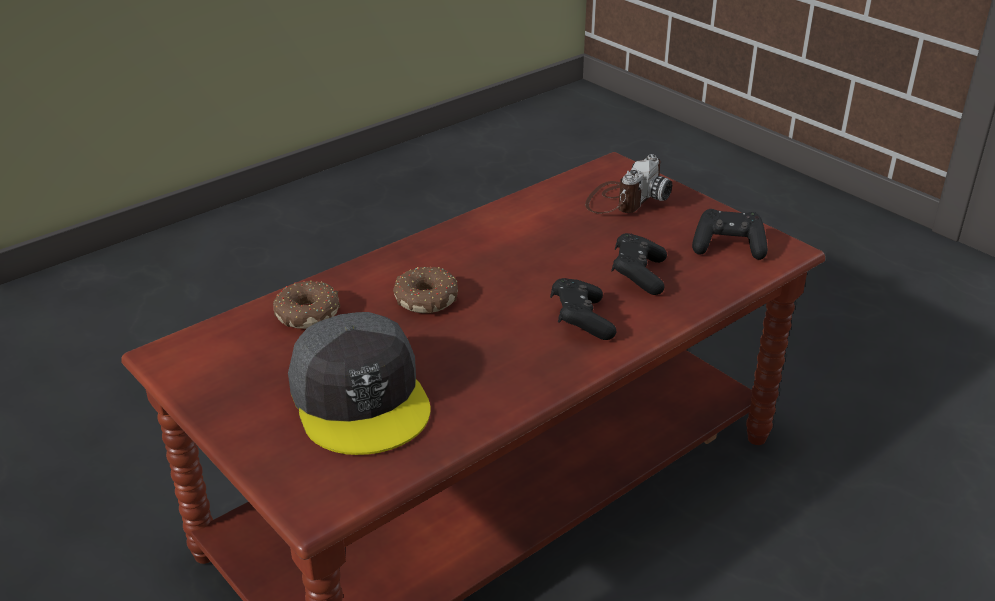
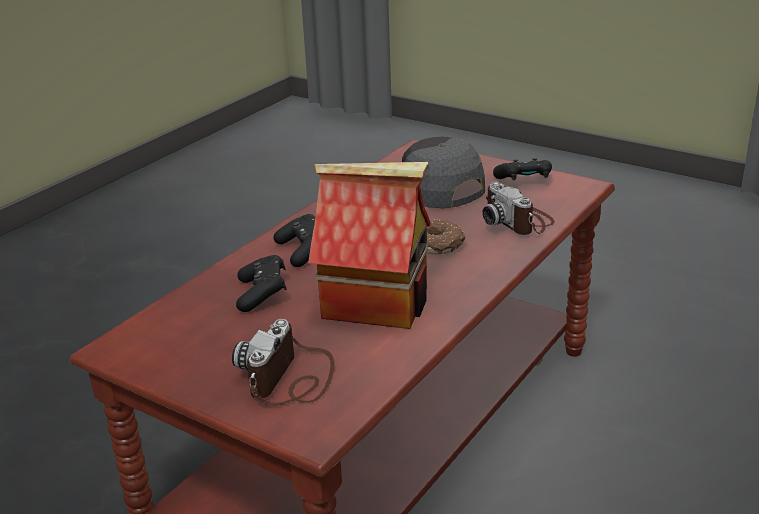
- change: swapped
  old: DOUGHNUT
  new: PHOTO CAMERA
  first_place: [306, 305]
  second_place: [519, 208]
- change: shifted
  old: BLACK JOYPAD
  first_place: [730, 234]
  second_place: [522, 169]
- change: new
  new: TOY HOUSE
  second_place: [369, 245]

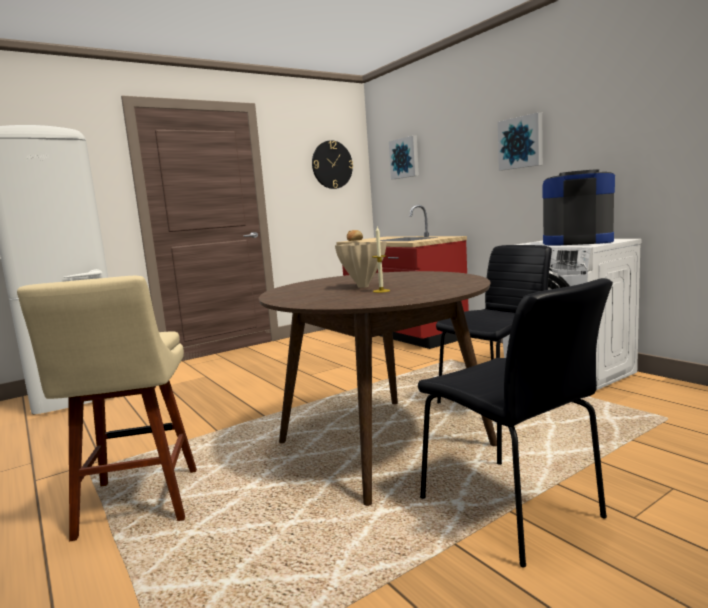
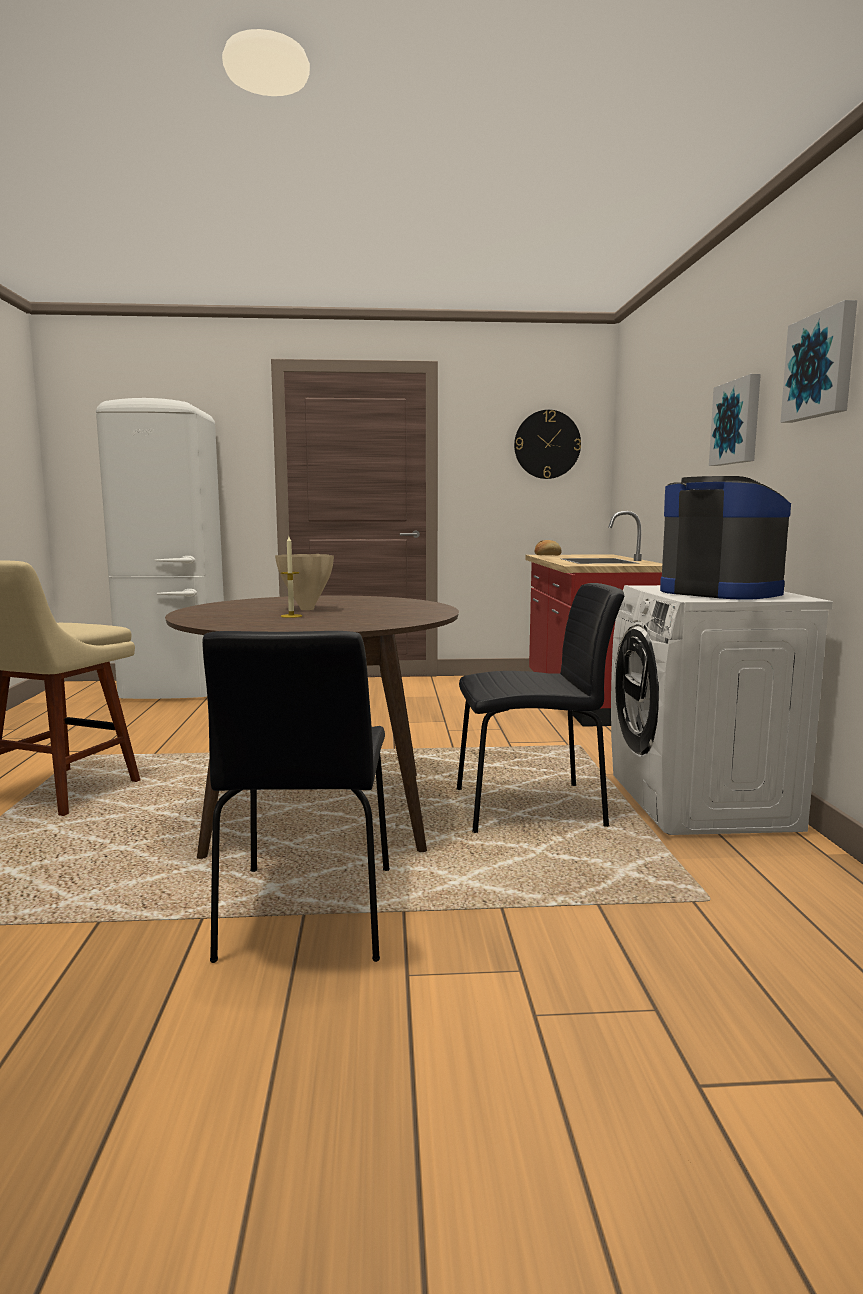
- change: shifted
  old: PICTURE
  first_place: [404, 157]
  second_place: [818, 361]

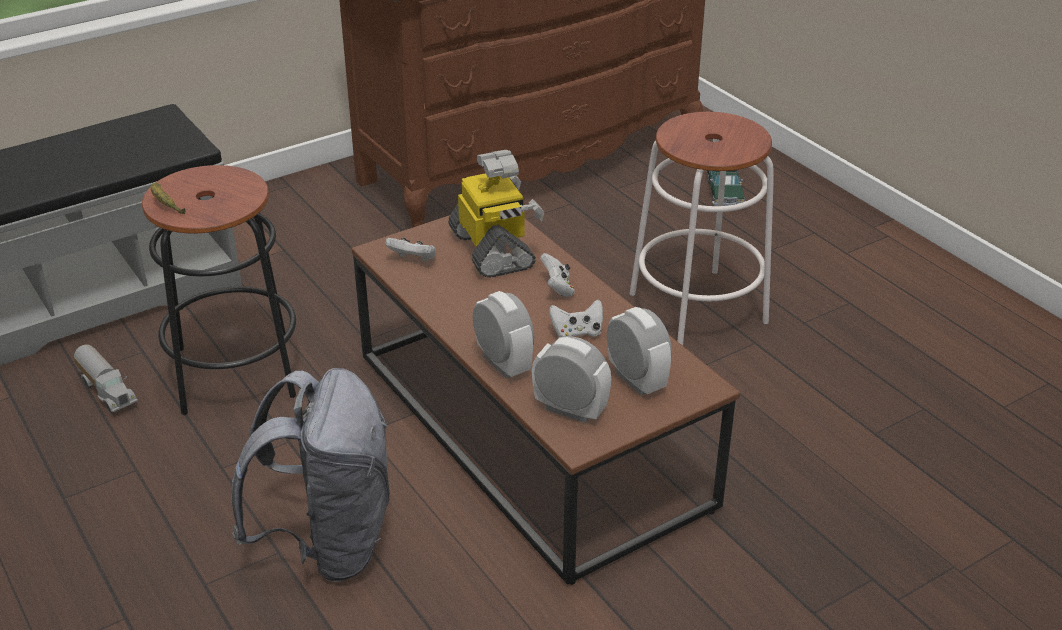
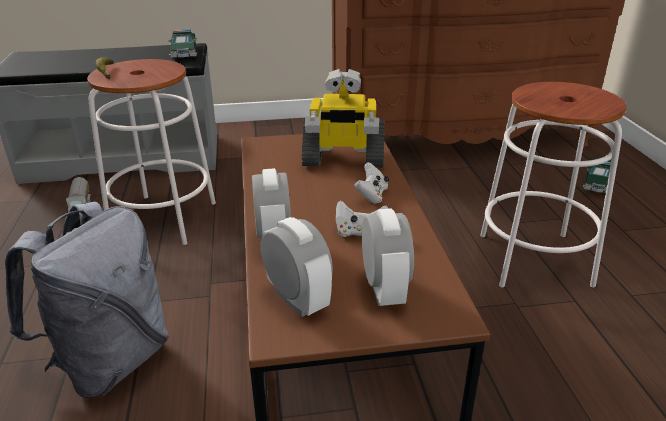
- change: repainted
  old: BLACK STOOL
  new: WHITE STOOL
  first_place: [219, 290]
  second_place: [151, 152]
- change: gone
  old: WHITE JOYPAD
  first_place: [410, 250]
- change: rotated
  old: ROBOT FIGURE
  first_place: [496, 214]
  second_place: [343, 118]
  degrees: 90
- change: new
  new: TOY CAR
  second_place: [183, 44]

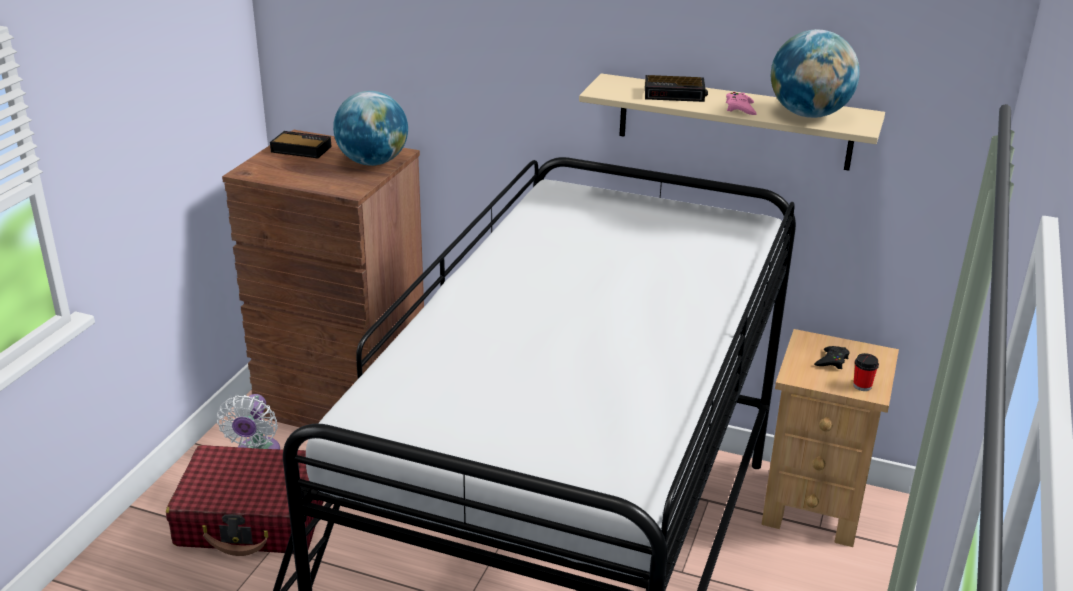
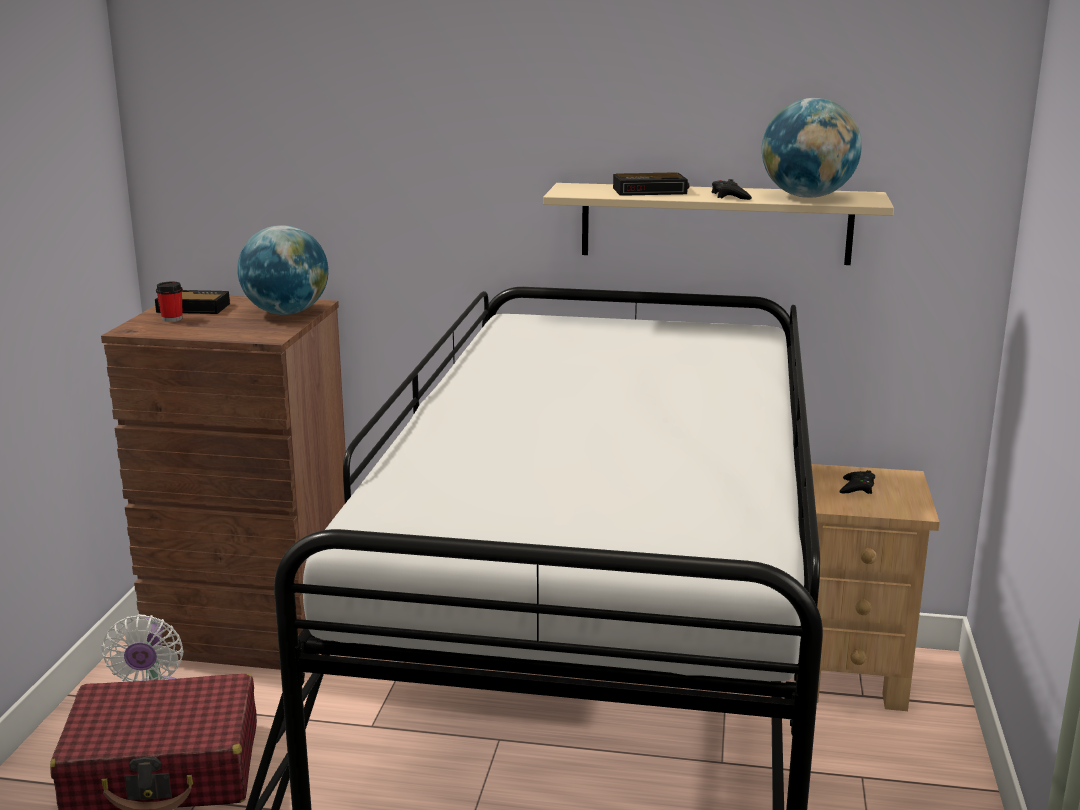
- change: repainted
  old: PINK JOYPAD
  new: BLACK JOYPAD
  first_place: [741, 103]
  second_place: [731, 189]
- change: shifted
  old: DRINKING CUP
  first_place: [866, 372]
  second_place: [169, 302]

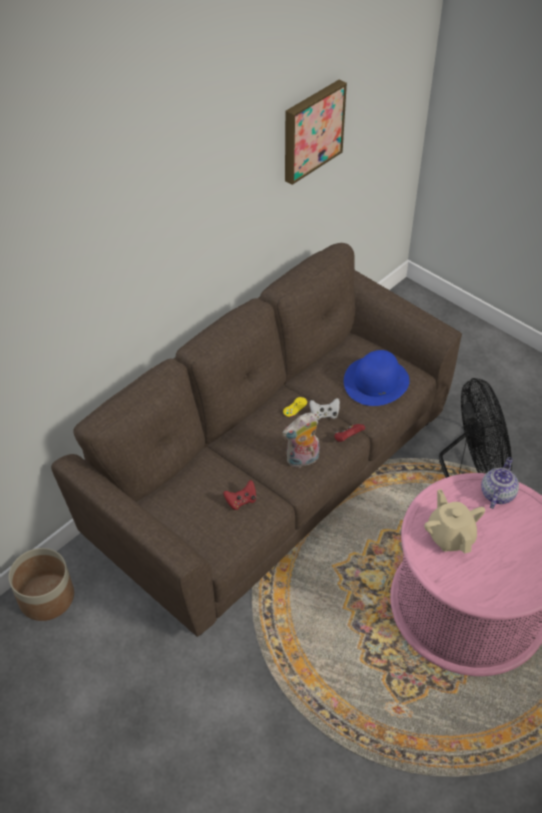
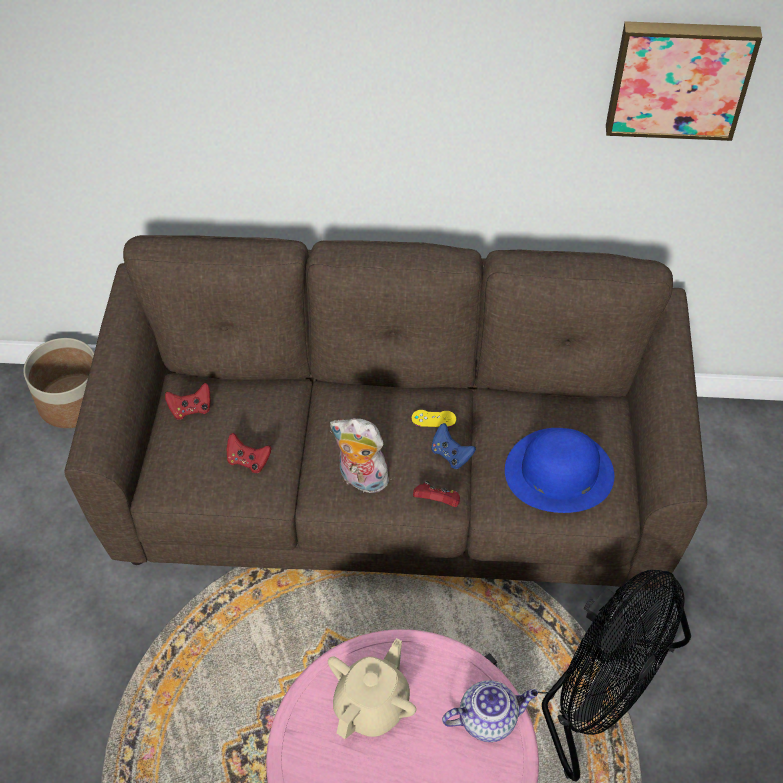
- change: repainted
  old: WHITE JOYPAD
  new: BLUE JOYPAD
  first_place: [325, 409]
  second_place: [453, 446]
- change: new
  new: RED-COLOURED JOYPAD
  second_place: [188, 401]

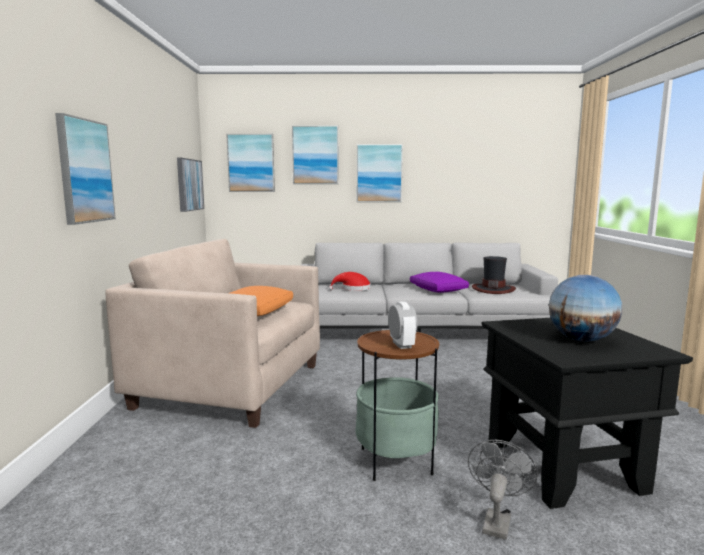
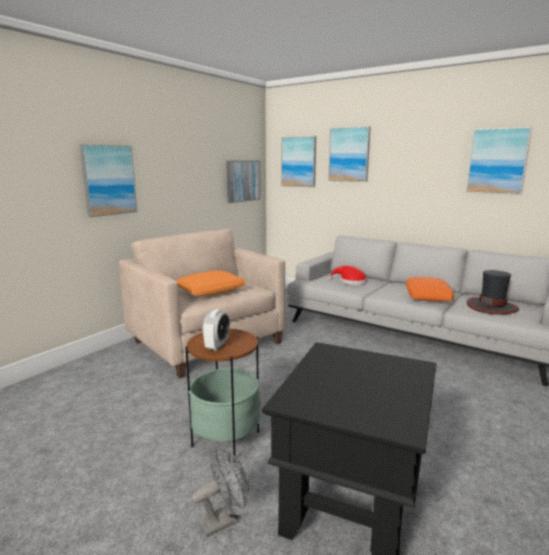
- change: shifted
  old: PICTURE
  first_place: [380, 173]
  second_place: [499, 161]
- change: repainted
  old: PURPLE CUSHION
  new: ORANGE-COLOURED CUSHION
  first_place: [439, 282]
  second_place: [430, 289]
- change: gone
  old: GLOBE
  first_place: [586, 308]

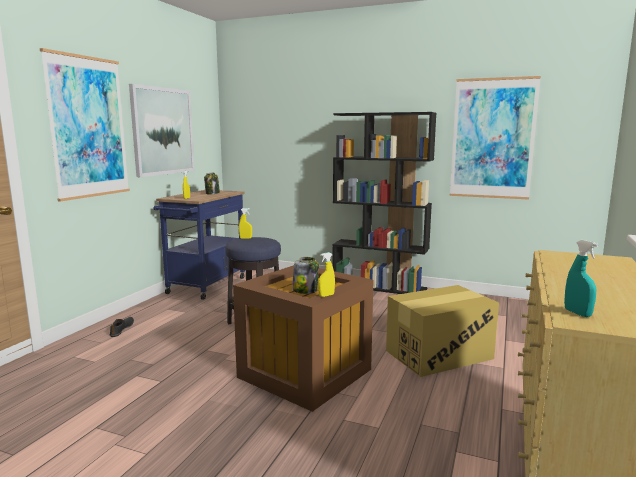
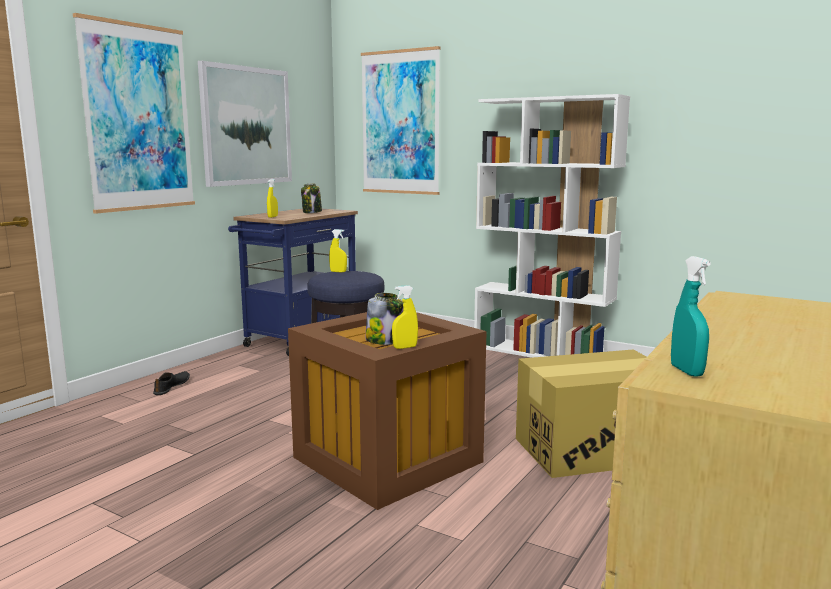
- change: repainted
  old: BLACK BOOKCASE
  new: WHITE BOOKCASE
  first_place: [384, 203]
  second_place: [552, 226]
- change: shifted
  old: PICTURE
  first_place: [495, 138]
  second_place: [401, 120]

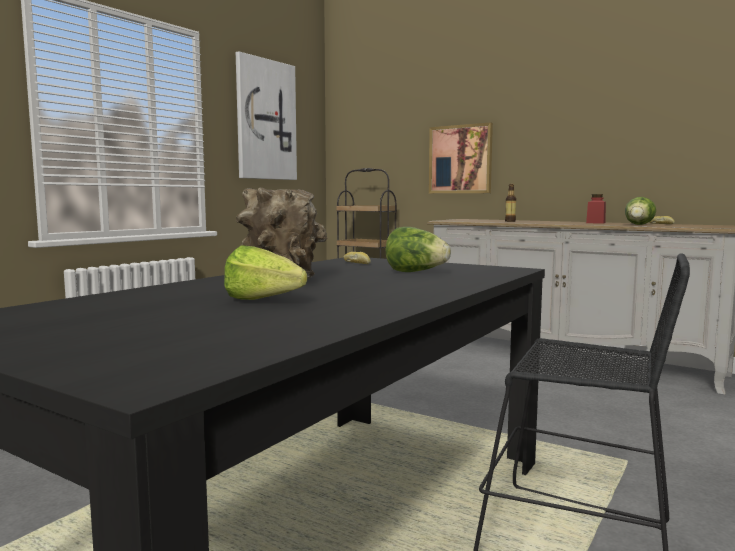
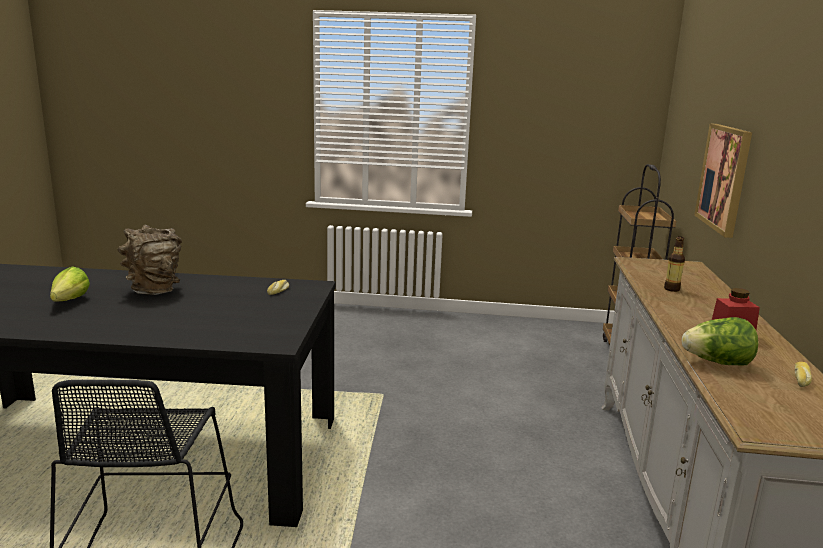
- change: gone
  old: PICTURE
  first_place: [266, 115]
- change: gone
  old: HEAD OF LETTUCE
  first_place: [418, 249]

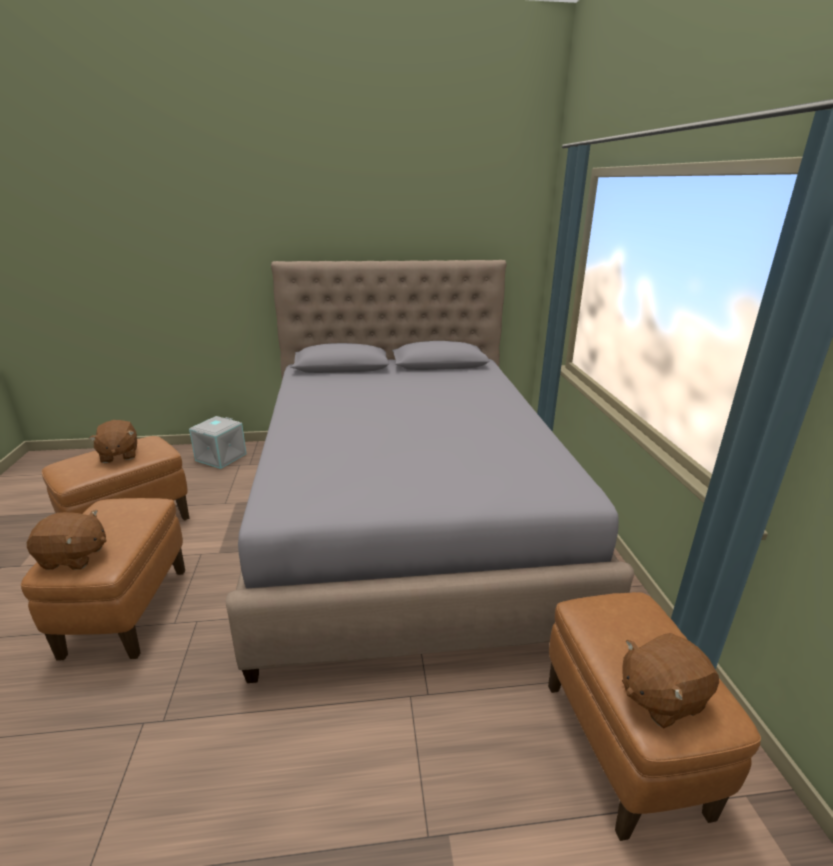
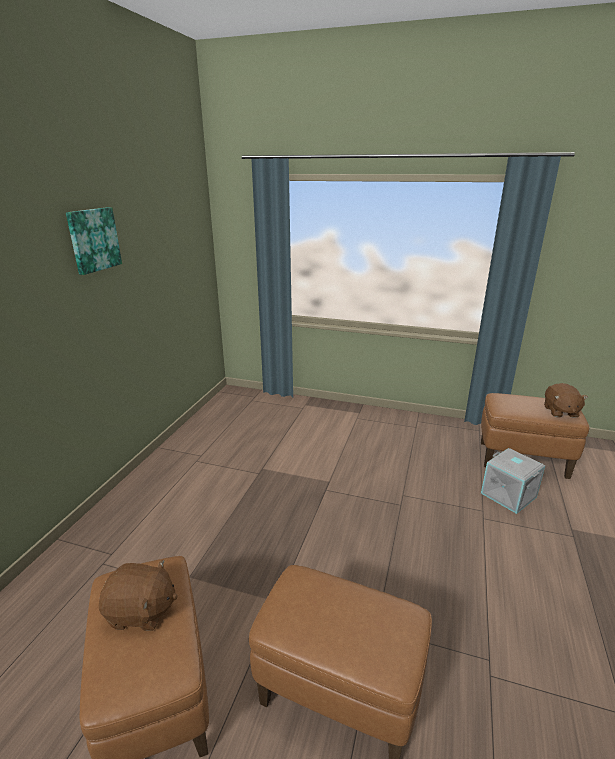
- change: gone
  old: BROWNISH SOFT TOY
  first_place: [67, 540]
- change: shifted
  old: GREY STORAGE CONTAINER
  first_place: [218, 442]
  second_place: [513, 481]
- change: gone
  old: GREY BEDROOM BED
  first_place: [429, 471]
- change: new
  new: PICTURE
  second_place: [94, 241]

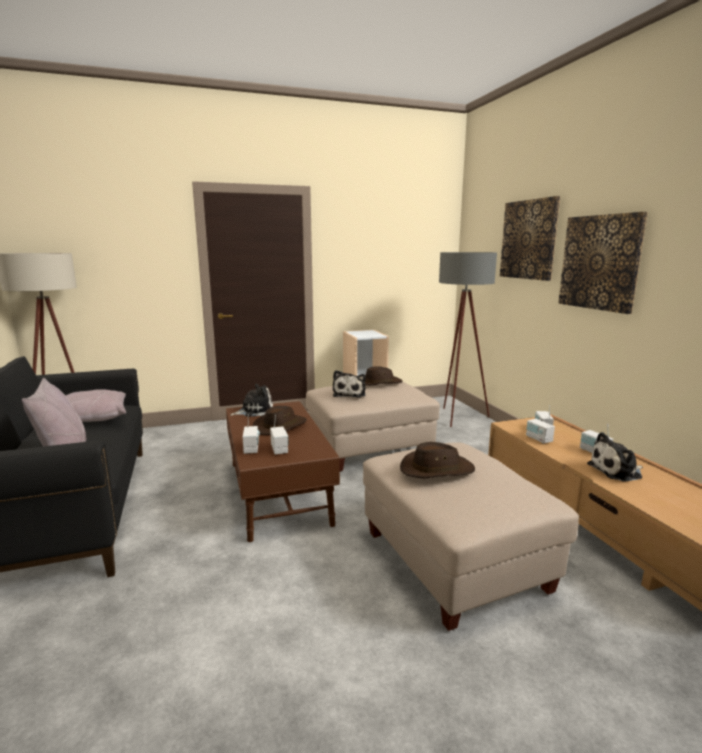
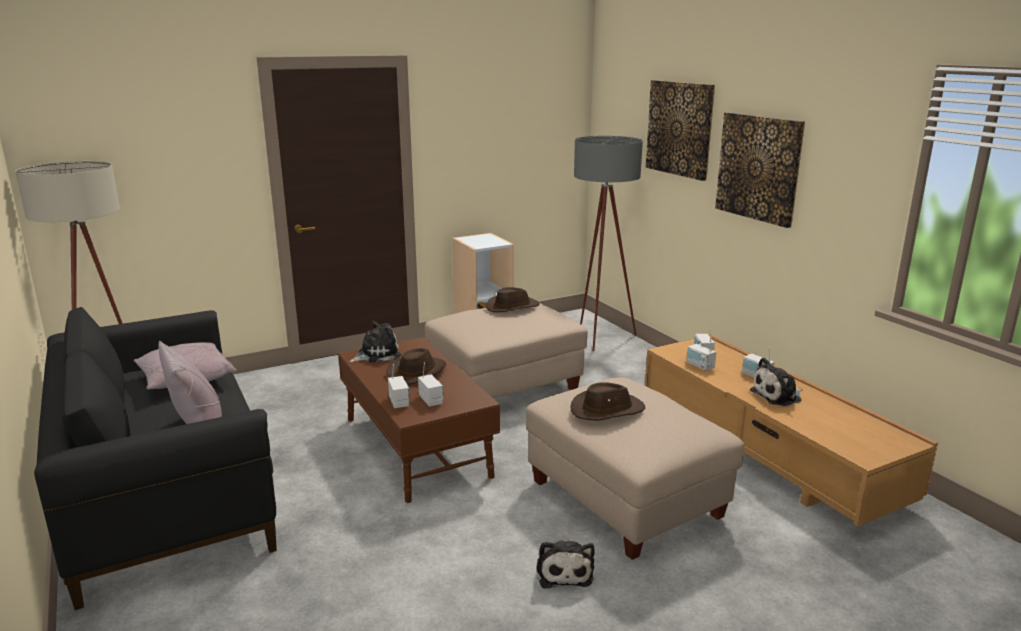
- change: shifted
  old: SOFT TOY
  first_place: [349, 384]
  second_place: [565, 564]

